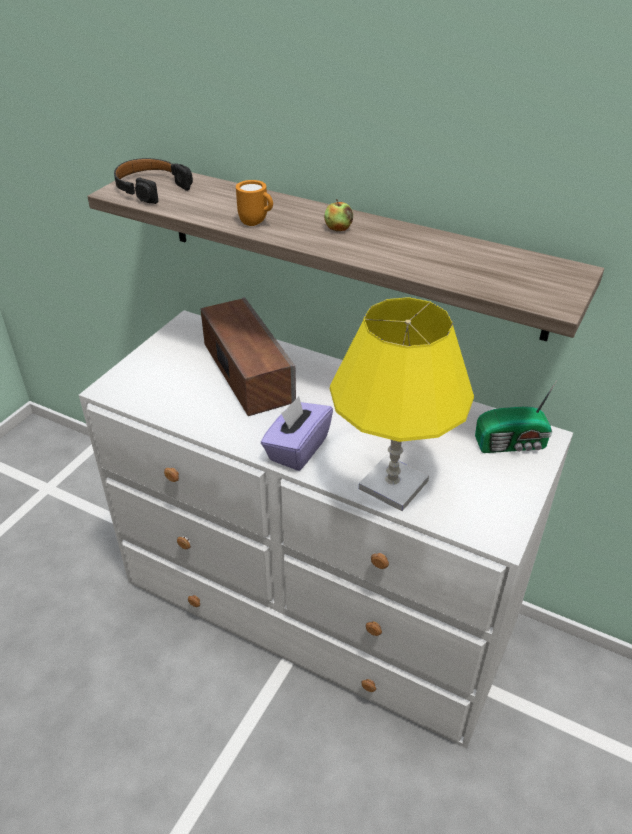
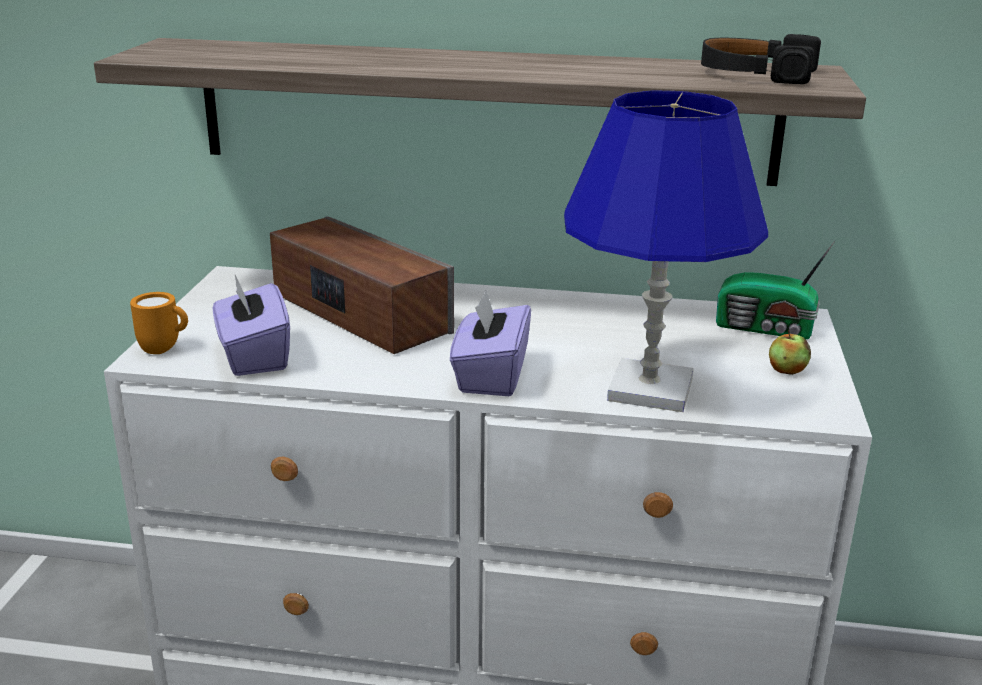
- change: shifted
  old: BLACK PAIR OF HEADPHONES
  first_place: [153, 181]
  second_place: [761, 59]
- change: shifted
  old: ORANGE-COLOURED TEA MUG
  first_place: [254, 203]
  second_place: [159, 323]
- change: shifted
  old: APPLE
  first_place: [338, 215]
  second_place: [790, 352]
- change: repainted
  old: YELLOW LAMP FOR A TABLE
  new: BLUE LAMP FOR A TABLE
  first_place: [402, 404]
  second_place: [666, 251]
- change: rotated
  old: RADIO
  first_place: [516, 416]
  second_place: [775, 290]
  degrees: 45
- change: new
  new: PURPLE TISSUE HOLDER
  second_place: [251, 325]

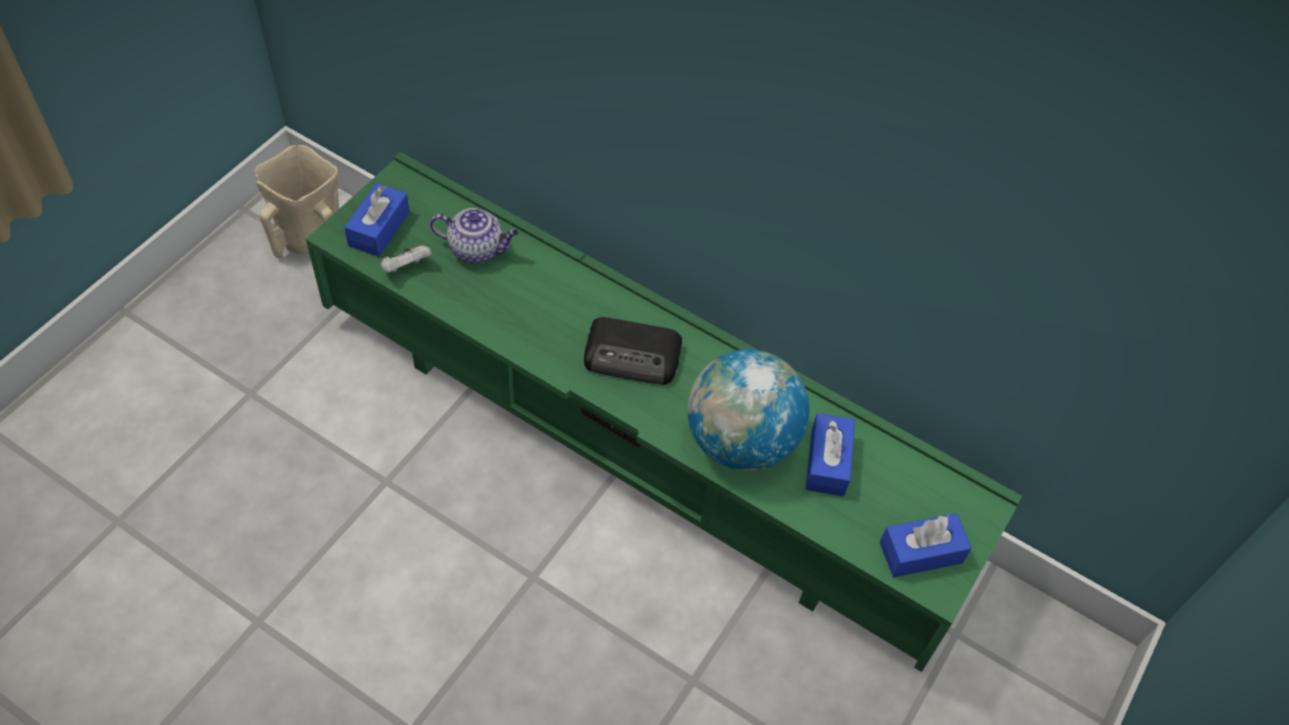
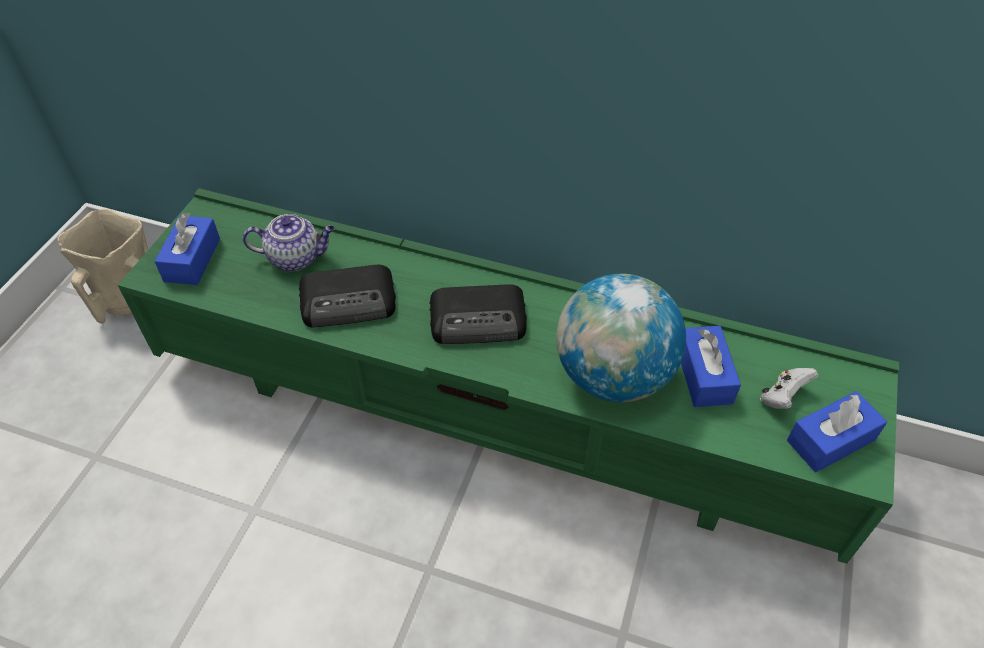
- change: shifted
  old: WHITE JOYPAD
  first_place: [406, 259]
  second_place: [789, 388]
- change: new
  new: RADIO
  second_place: [347, 296]

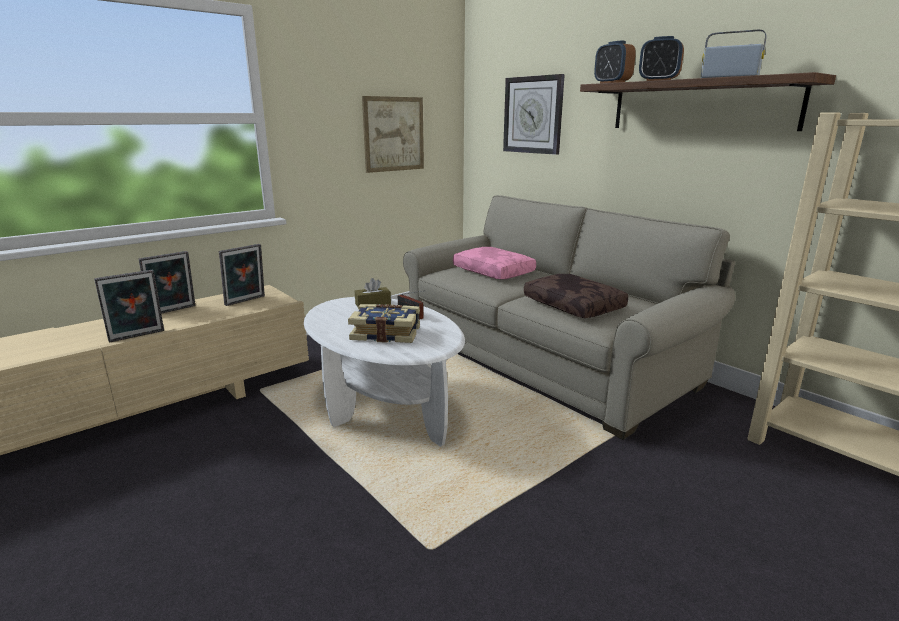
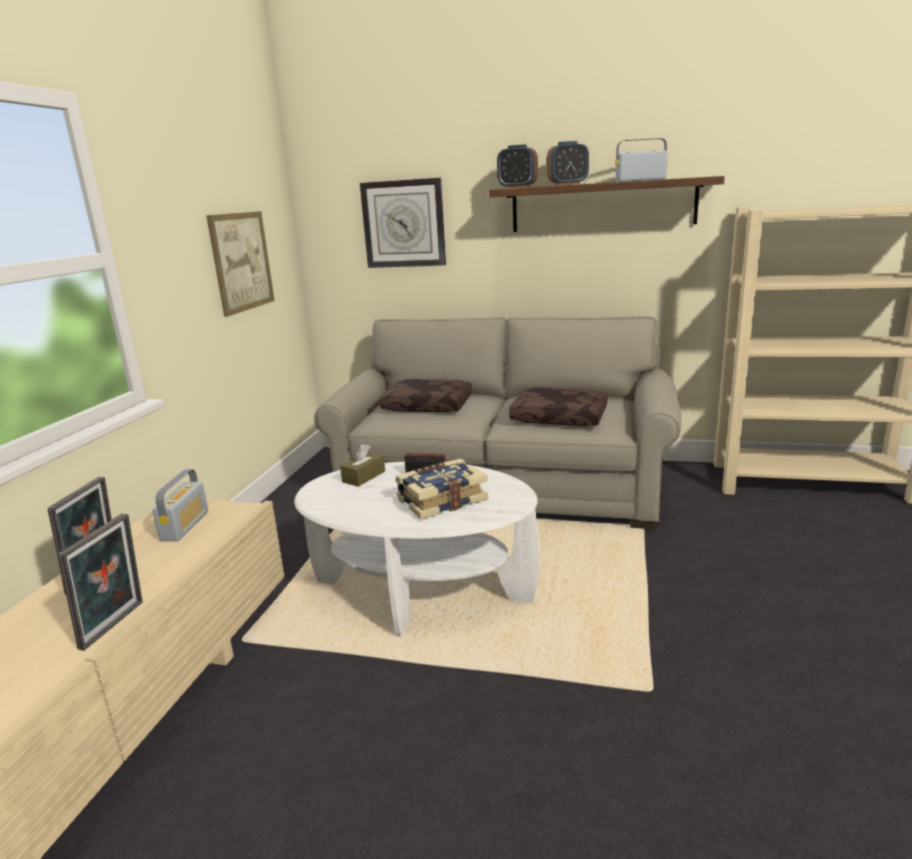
- change: swapped
  old: STANDING FRAME
  new: RADIO
  first_place: [242, 275]
  second_place: [180, 505]
- change: repainted
  old: PINK CUSHION
  new: BROWNISH CUSHION
  first_place: [494, 263]
  second_place: [425, 395]

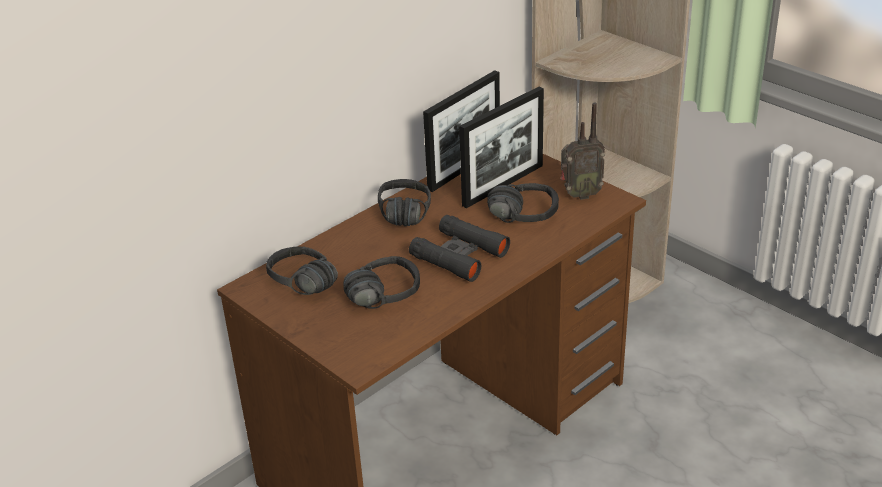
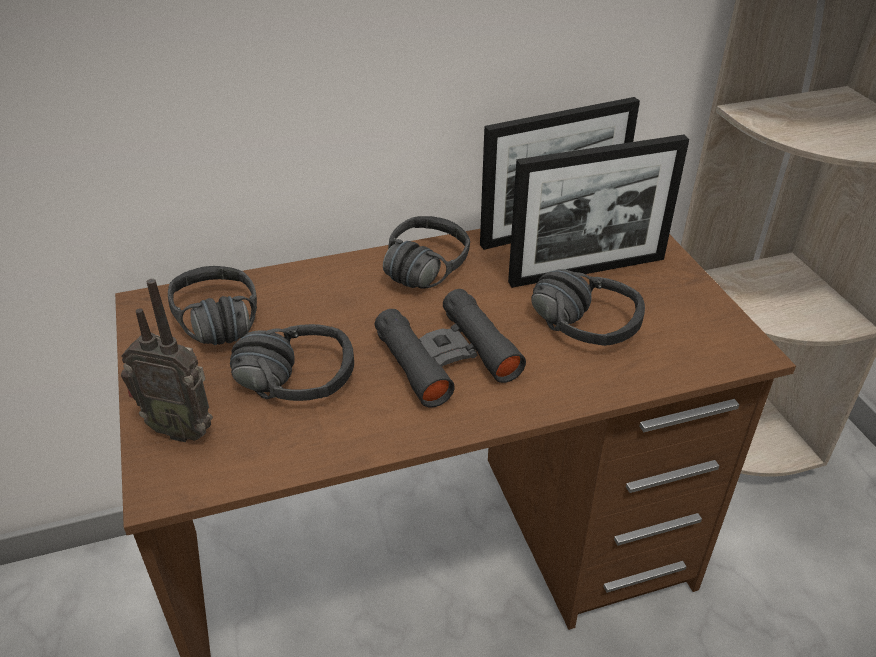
- change: shifted
  old: RADIO
  first_place: [583, 151]
  second_place: [167, 360]

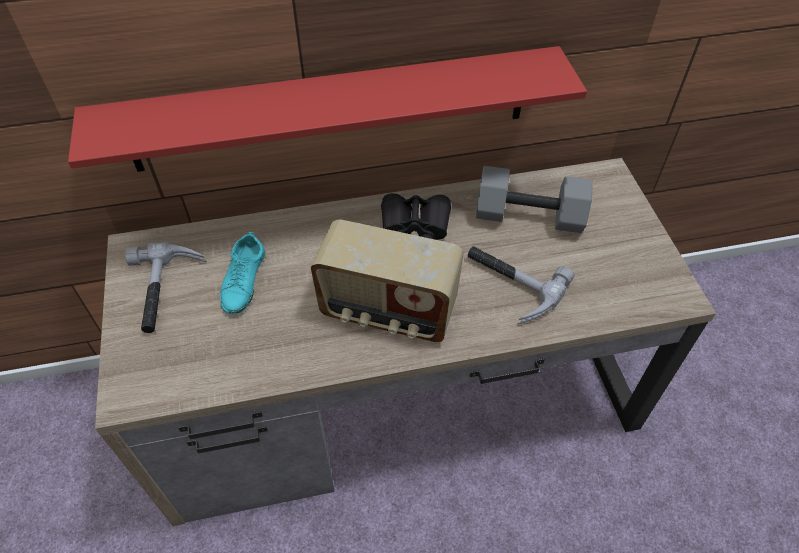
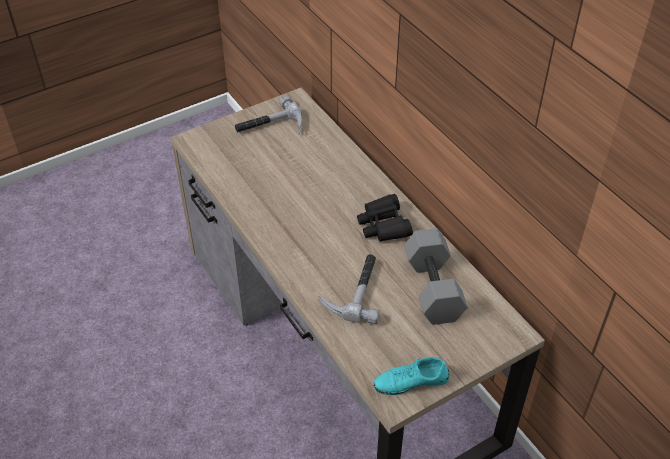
- change: gone
  old: RED-COLOURED SHELF
  first_place: [327, 109]
- change: shifted
  old: BLUE-GREEN LOW SHOE
  first_place: [242, 273]
  second_place: [411, 375]
- change: gone
  old: RADIO
  first_place: [387, 280]

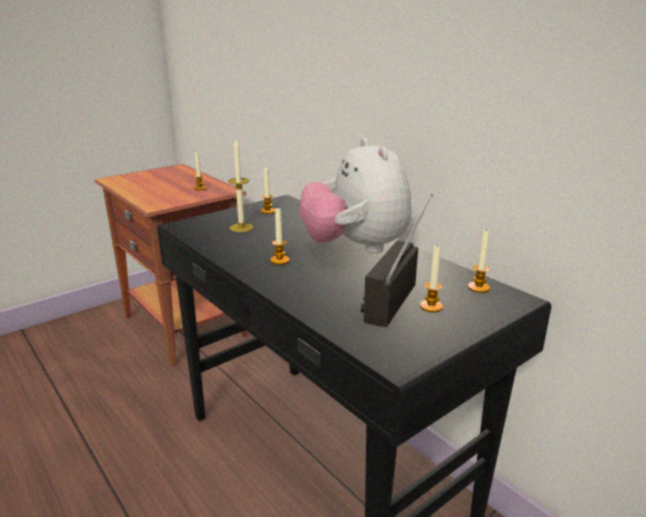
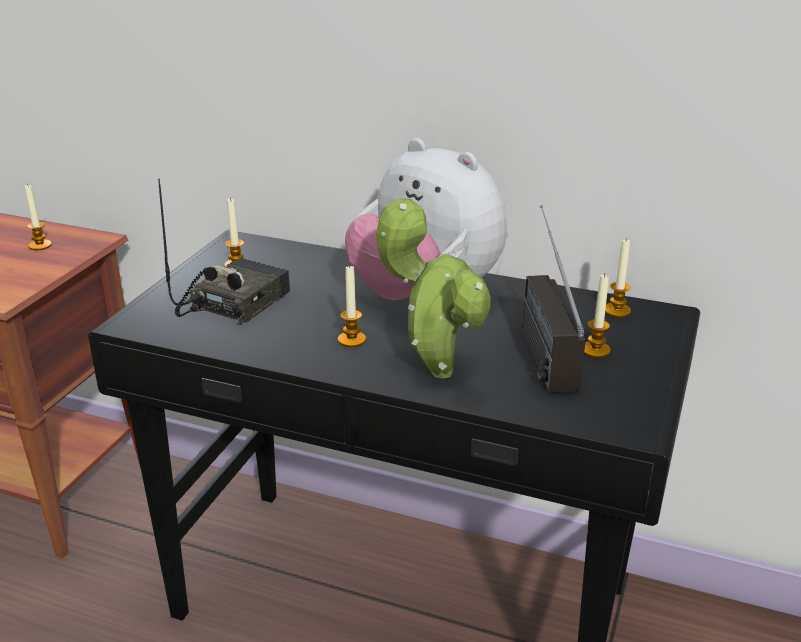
- change: swapped
  old: WAX LIGHT
  new: RADIO
  first_place: [241, 186]
  second_place: [224, 252]
- change: new
  new: PLANT IN A POT
  second_place: [433, 288]

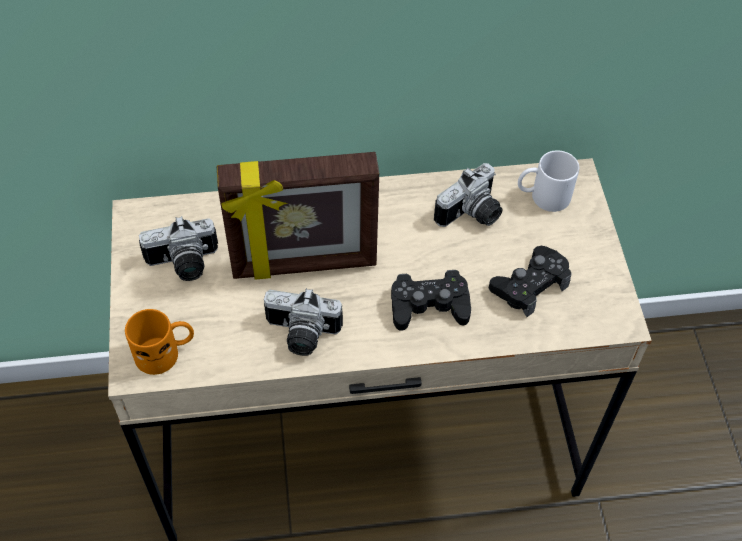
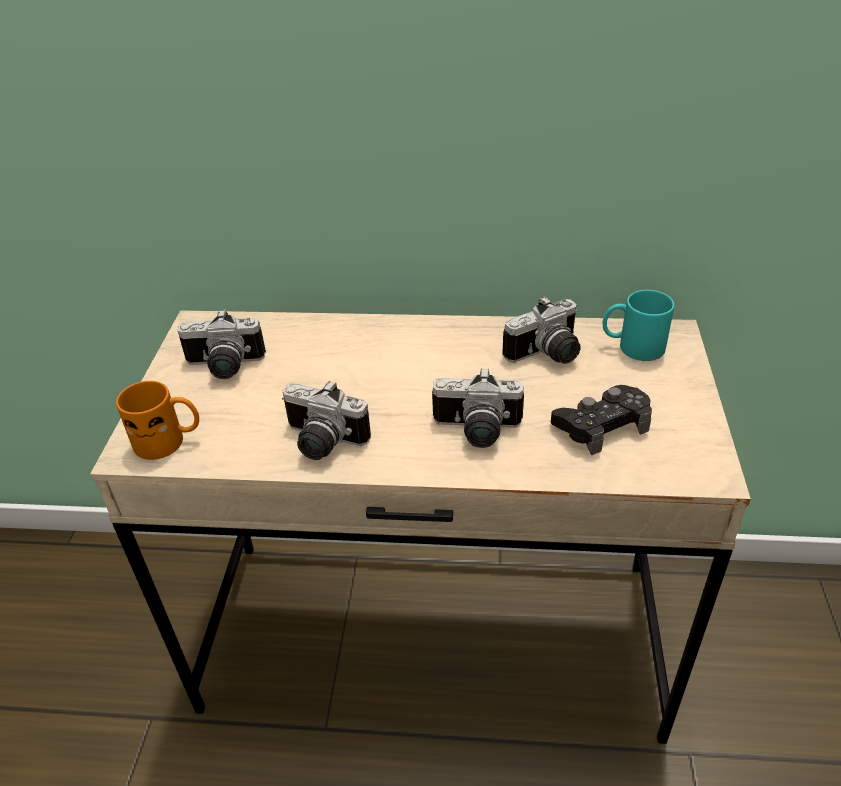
- change: gone
  old: STANDING FRAME
  first_place: [298, 216]
- change: swapped
  old: BLACK JOYPAD
  new: PHOTO CAMERA
  first_place: [431, 300]
  second_place: [478, 408]
- change: repainted
  old: WHITE TEA MUG
  new: BLUE-GREEN TEA MUG
  first_place: [548, 181]
  second_place: [638, 325]

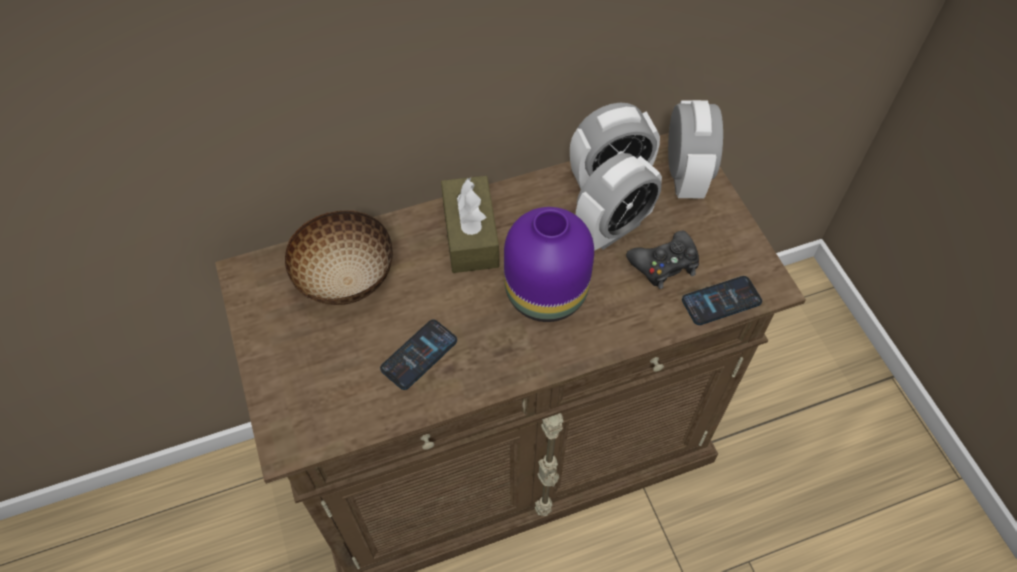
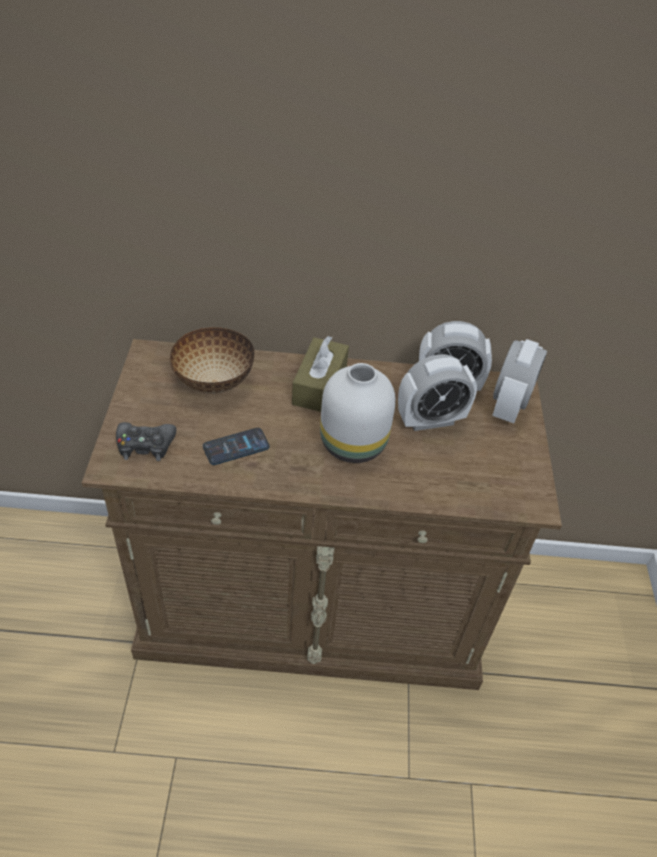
- change: repainted
  old: PURPLE VASE
  new: WHITE VASE
  first_place: [549, 264]
  second_place: [358, 413]
- change: shifted
  old: BLACK JOYPAD
  first_place: [662, 260]
  second_place: [146, 441]
- change: gone
  old: PHONE
  first_place: [722, 300]

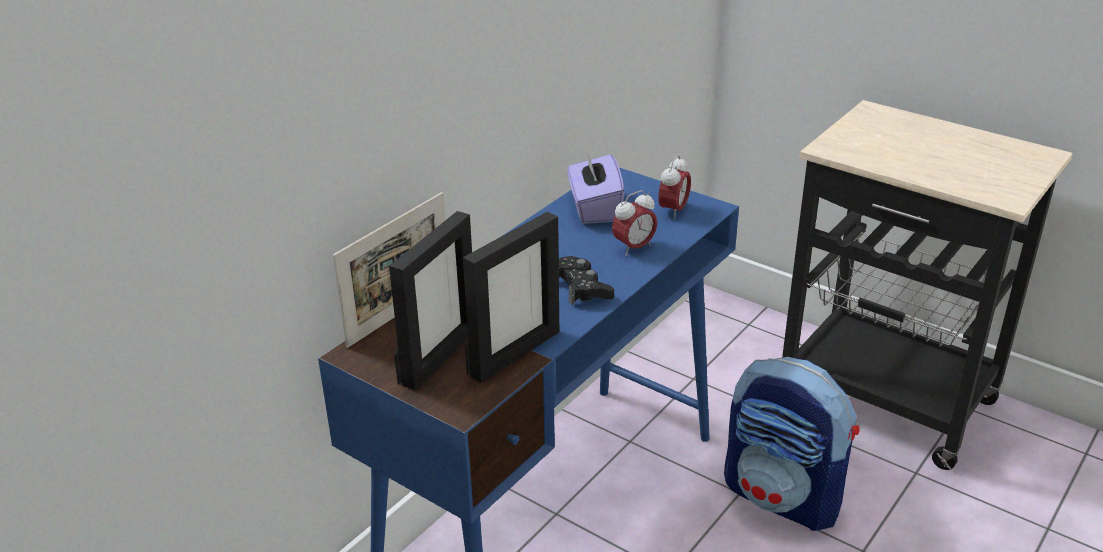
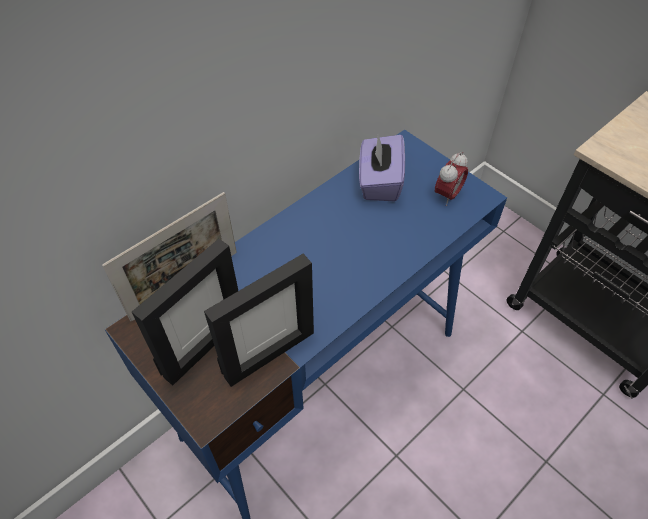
- change: gone
  old: BLACK JOYPAD
  first_place: [586, 280]
- change: gone
  old: ALARM CLOCK
  first_place: [635, 223]
- change: gone
  old: RUCKSACK
  first_place: [792, 444]

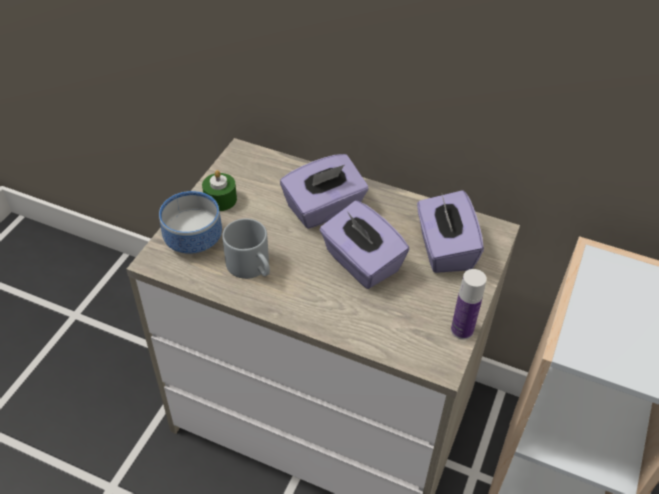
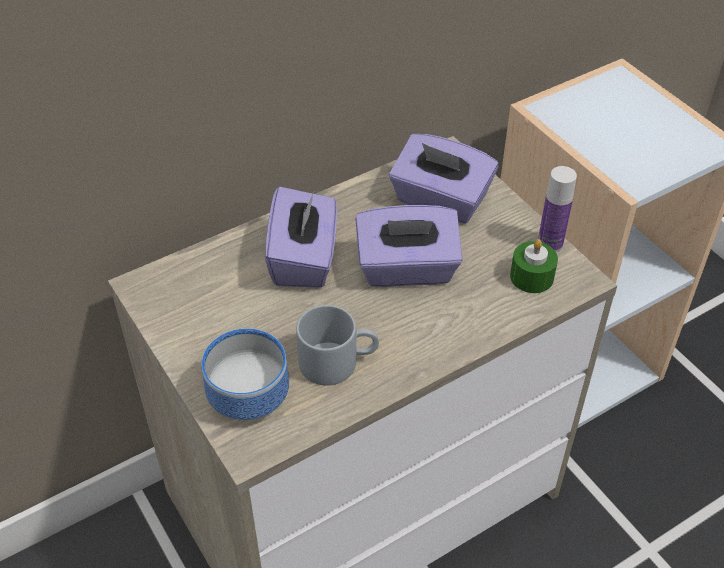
- change: shifted
  old: GREEN WAX LIGHT
  first_place: [219, 190]
  second_place: [534, 266]

